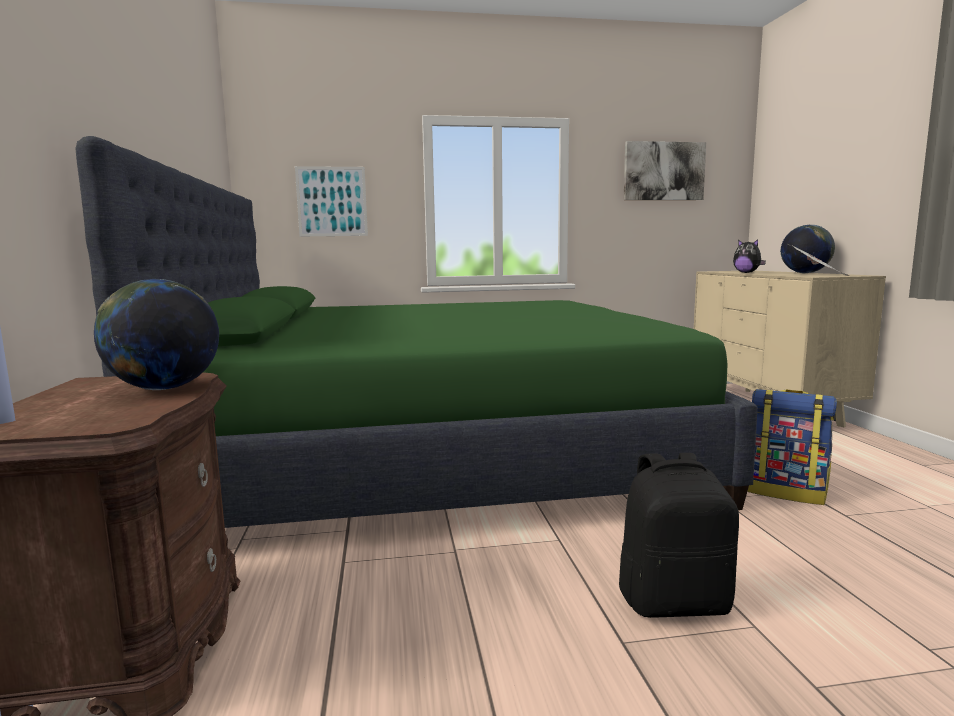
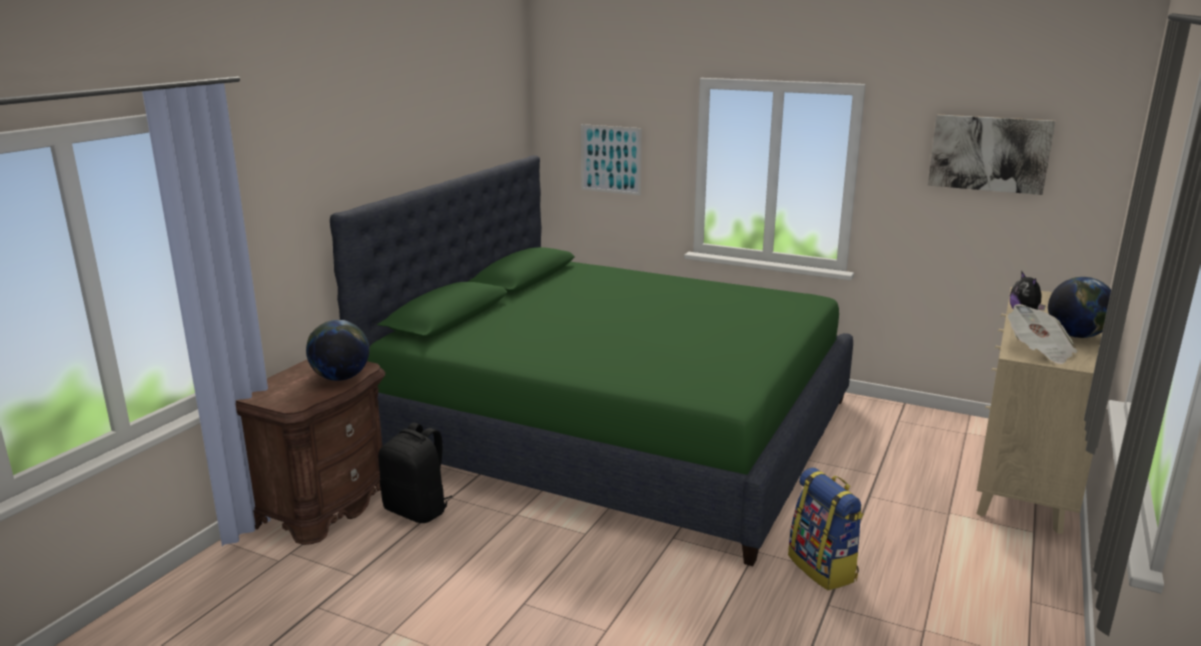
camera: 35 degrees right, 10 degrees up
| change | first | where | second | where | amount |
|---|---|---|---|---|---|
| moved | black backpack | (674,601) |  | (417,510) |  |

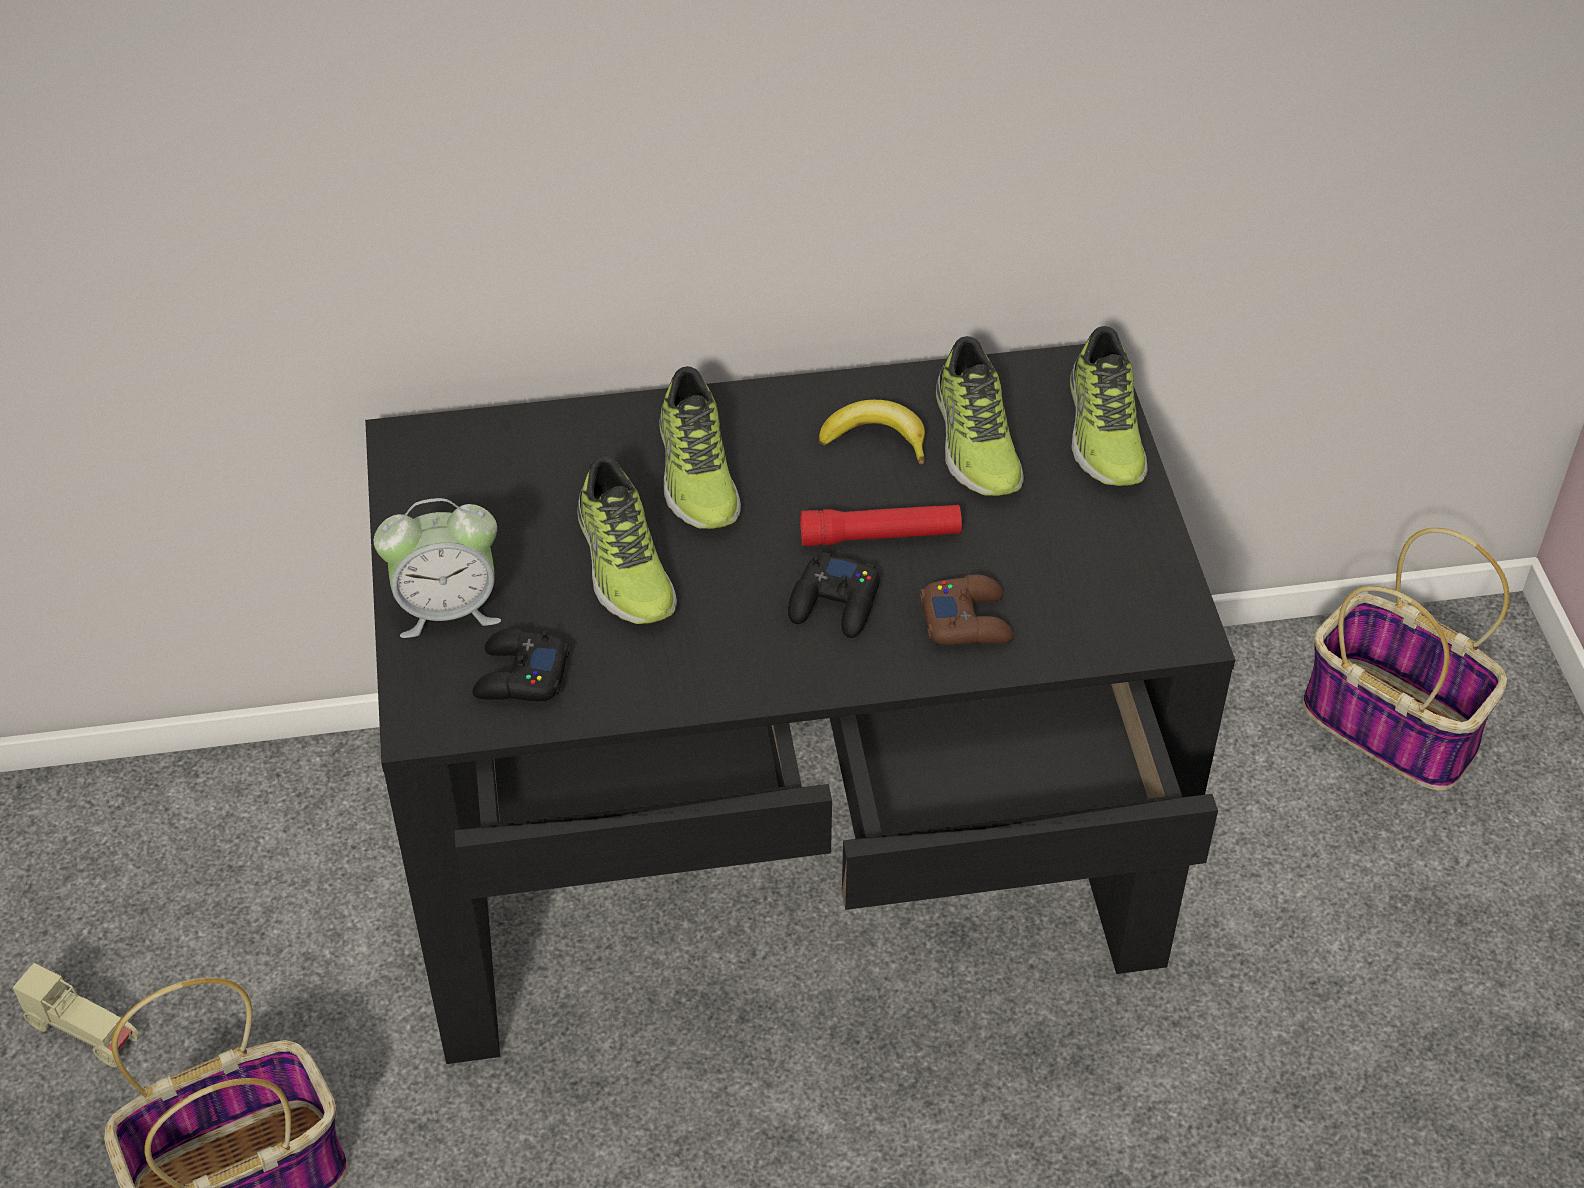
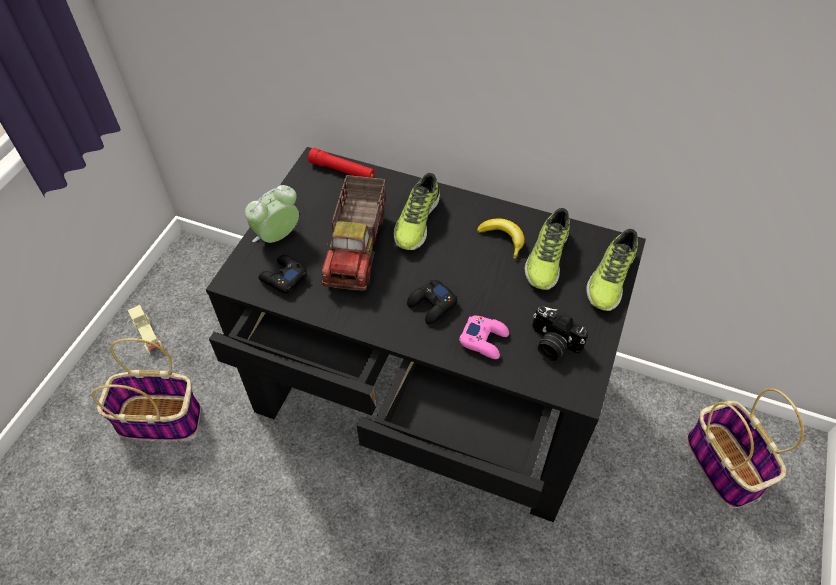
camera: 30 degrees right, 5 degrees up
| change | first | where | second | where | amount |
|---|---|---|---|---|---|
| turned | alarm clock | (448,609) |  | (278,236) | 120 degrees clockwise |
| moved | red flashlight | (881,536) |  | (342,170) |  |
| replaced | shoe | (622,564) | toy truck | (358,248) |  |
| recoloured | brown game controller | (967,620) | pink game controller | (484,340) |  |
| added |  |  | photo camera | (552,344) |  |

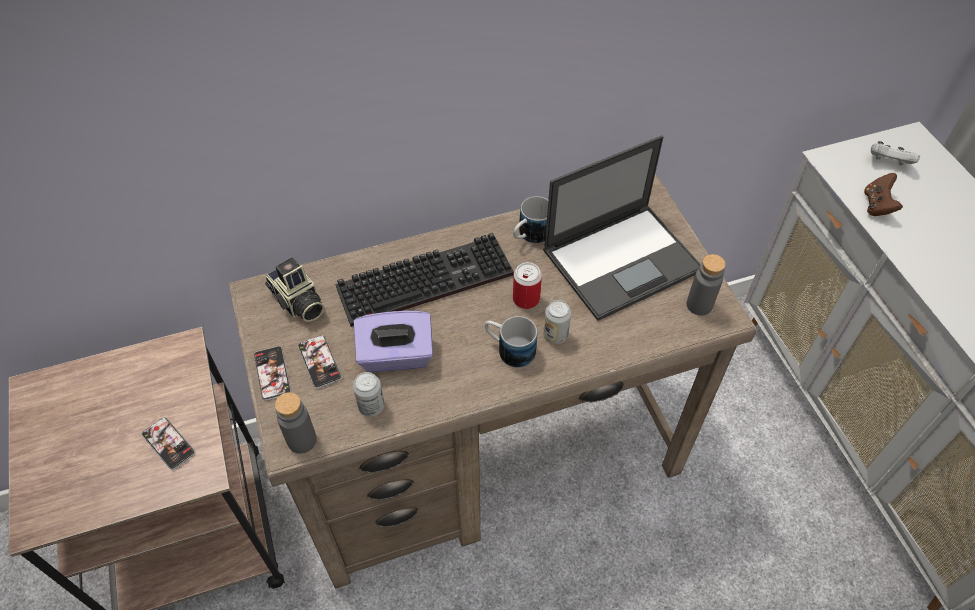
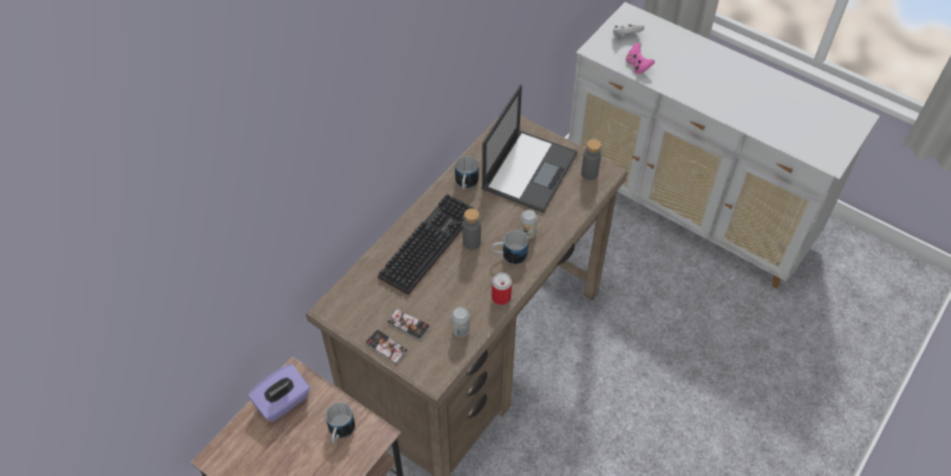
camera: 35 degrees left, 0 degrees up
| change | first | where | second | where | amount |
|---|---|---|---|---|---|
| moved | purple tissue box | (396,356) |  | (283,402) |  |
| replaced | phone | (168,443) | mug | (340,432) |  |
| moved | grey bottle | (302,440) |  | (471,242) |  |
| moved | can | (526,299) |  | (501,297) |  |
| recoloured | brown game controller | (877,205) | pink game controller | (637,66) |  |
| removed | photo camera | (298,303) |  |  |  |

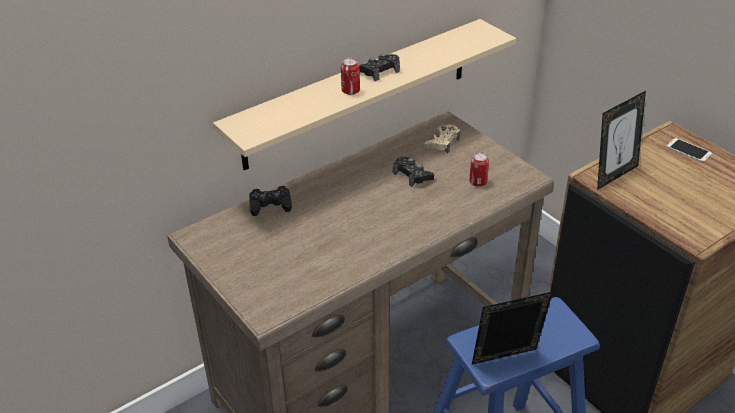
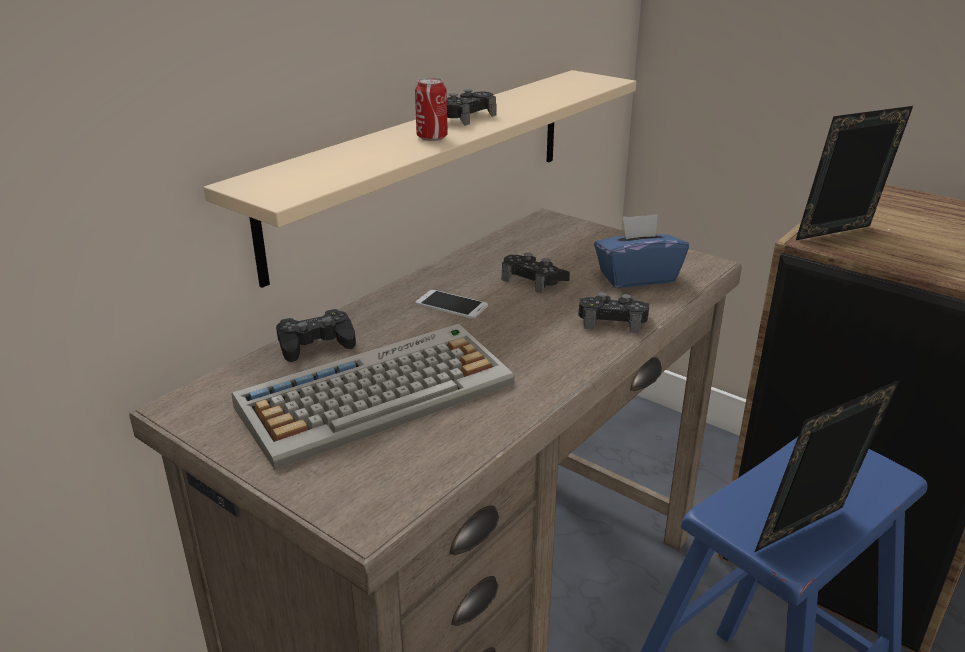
camera: 15 degrees left, 10 degrees down
| change | first | where | second | where | amount |
|---|---|---|---|---|---|
| added |  |  | keyboard | (378,394) |  |
| moved | phone | (688,150) |  | (451,305) |  |
| added |  |  | black game controller | (612,320) |  |
| replaced | can | (478,182) | blue tissue box | (637,277) |  |
| turned | picture frame | (613,175) |  | (839,236) | 150 degrees counterclockwise |
| removed | beige game controller | (442,143) |  |  |  |

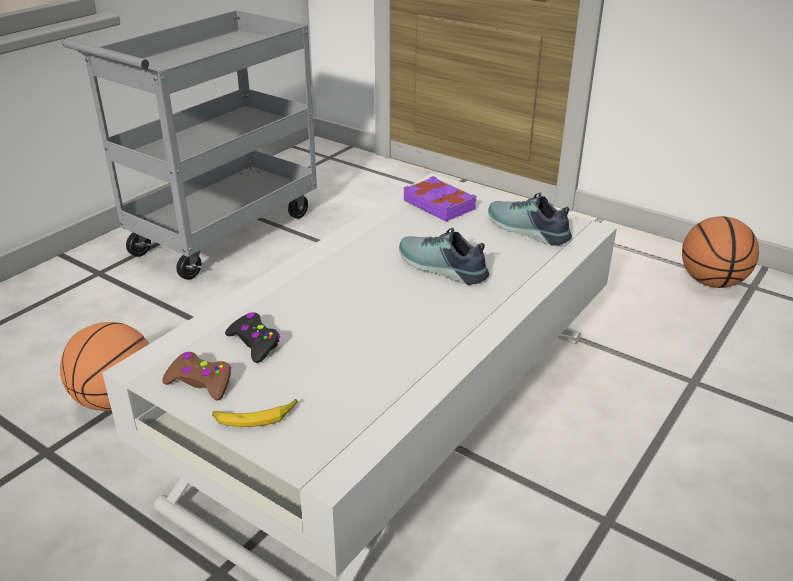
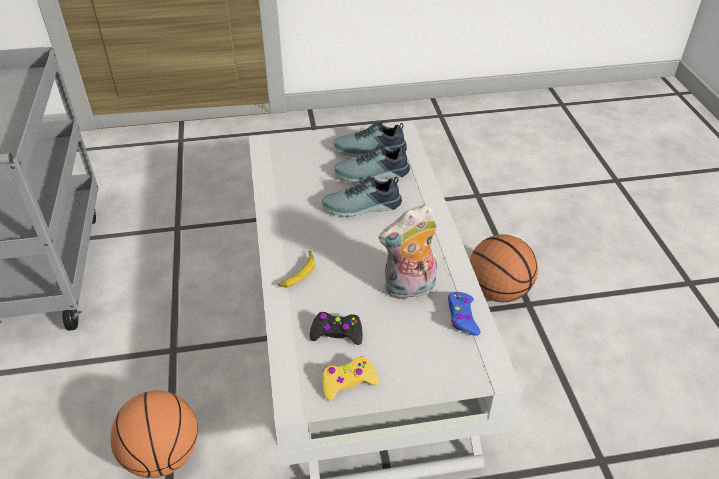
camera: 45 degrees left, 10 degrees up
| change | first | where | second | where | amount |
|---|---|---|---|---|---|
| moved | banana | (255,417) |  | (298,273) |  |
| recoloured | brown game controller | (200,382) | yellow game controller | (348,382) |  |
| added |  |  | shoe | (372,175) |  |
| added |  |  | plush toy | (409,289) |  |
| added |  |  | blue game controller | (462,317) |  |
| moved | basketball | (711,282) |  | (497,291) |  |
| removed | purple book | (439,204) |  |  |  |

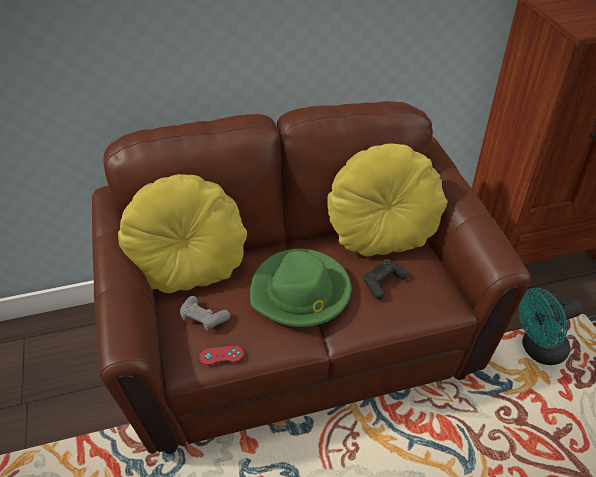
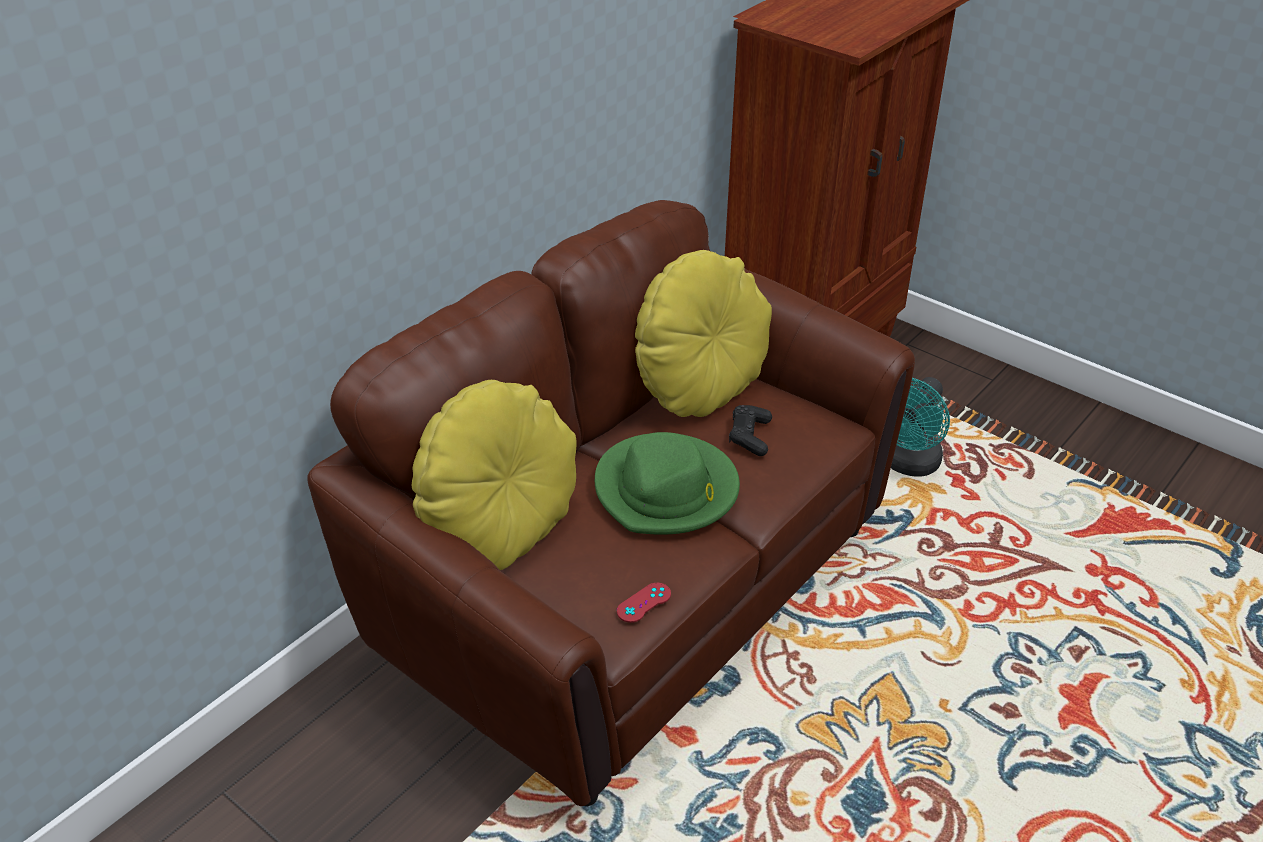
camera: 35 degrees left, 5 degrees down
| change | first | where | second | where | amount |
|---|---|---|---|---|---|
| removed | grey game controller | (203,318) |  |  |  |

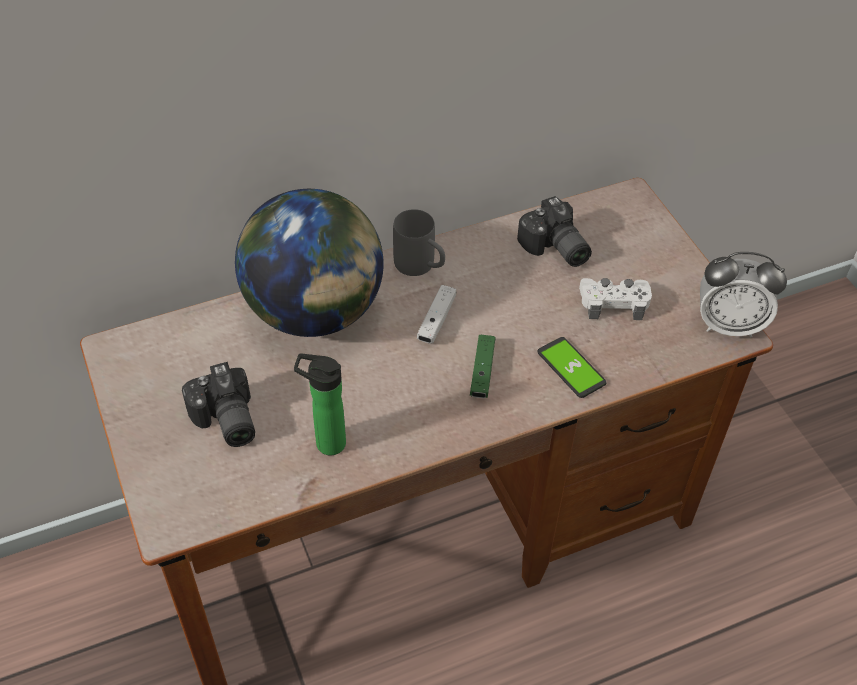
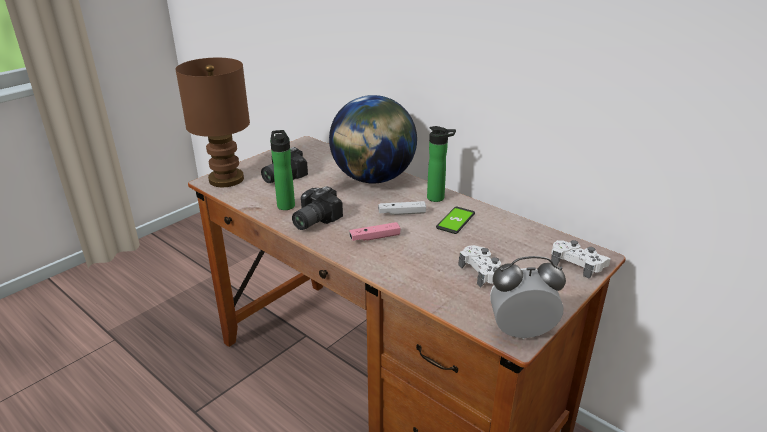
camera: 65 degrees right, 20 degrees down
| change | first | where | second | where | amount |
|---|---|---|---|---|---|
| added |  |  | brown table lamp | (226,179) |  |
| moved | photo camera | (554,249) |  | (312,220) |  |
| recoloured | green game controller | (482,372) | pink game controller | (375,237) |  |
| replaced | grey mug | (421,267) | bottle | (438,198) |  |
| moved | phone | (571,368) |  | (455,221) |  |
| turned | alarm clock | (728,325) |  | (521,332) | 105 degrees clockwise |
| added |  |  | white game controller | (577,263) |  |

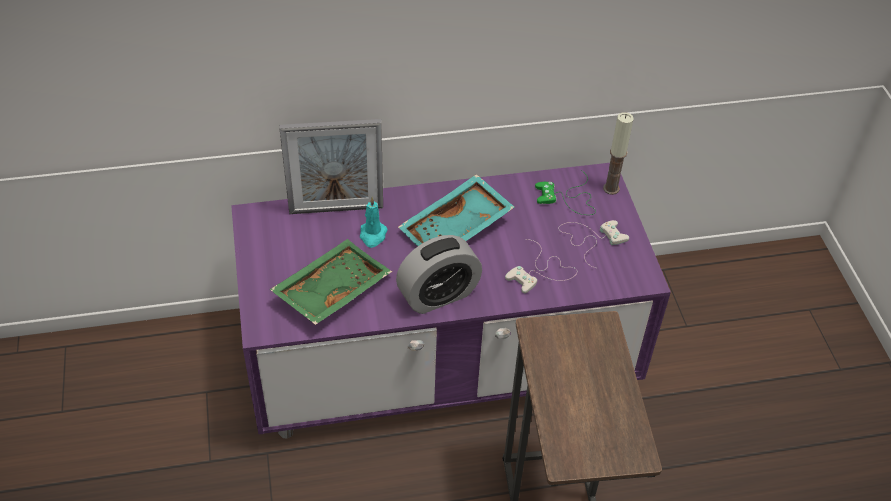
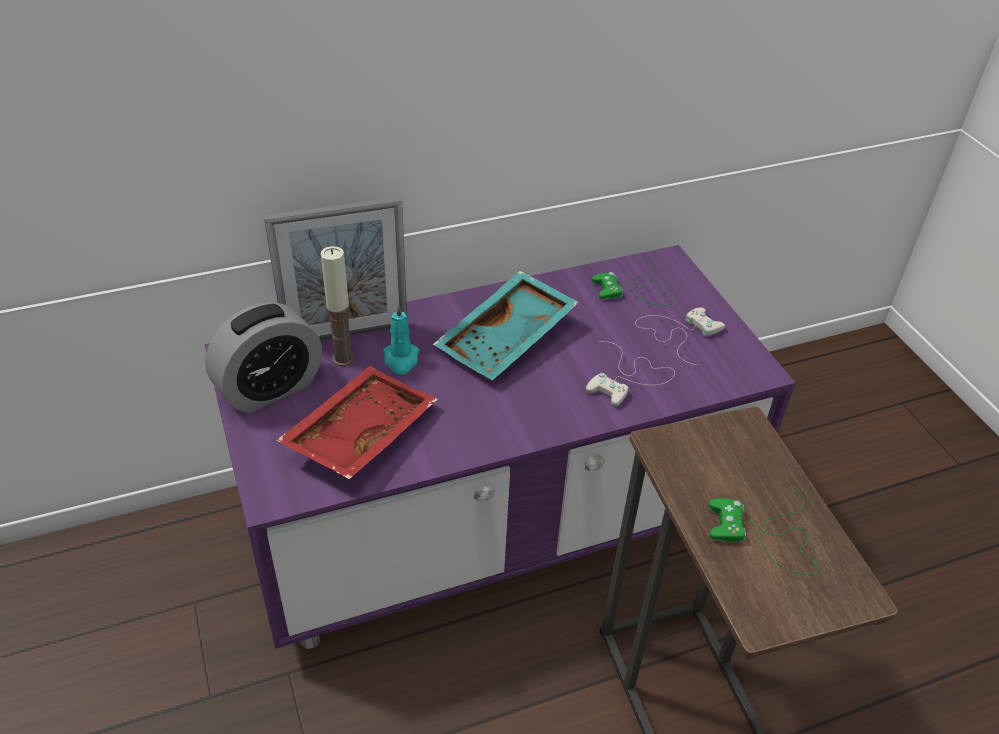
camera: 10 degrees left, 5 degrees down
| change | first | where | second | where | amount |
|---|---|---|---|---|---|
| moved | alarm clock | (438,295) |  | (270,388) |  |
| recoloured | green tray | (331,289) | red tray | (359,433) |  |
| moved | candle | (611,188) |  | (343,358) |  |
| added |  |  | green game controller | (767,535) |  |

